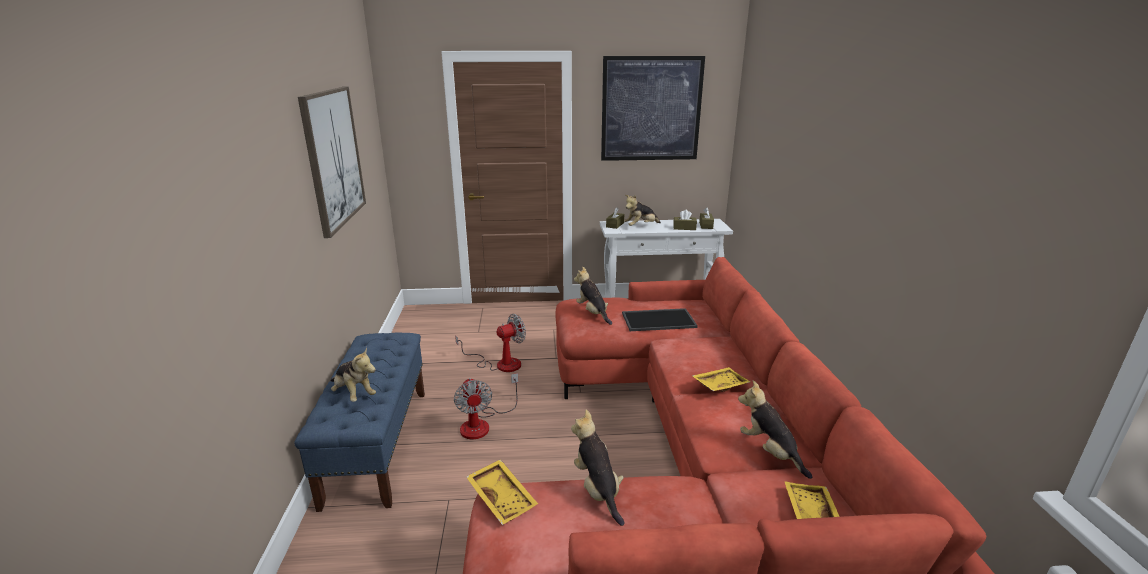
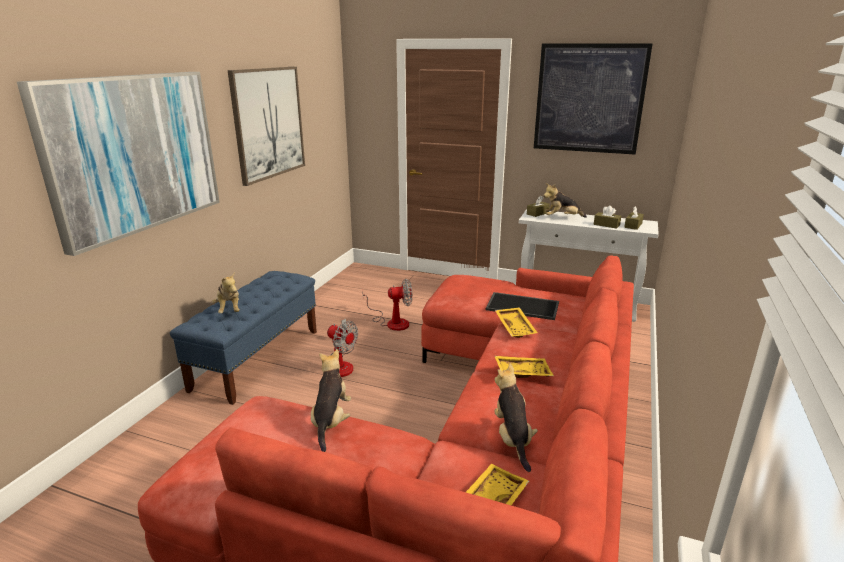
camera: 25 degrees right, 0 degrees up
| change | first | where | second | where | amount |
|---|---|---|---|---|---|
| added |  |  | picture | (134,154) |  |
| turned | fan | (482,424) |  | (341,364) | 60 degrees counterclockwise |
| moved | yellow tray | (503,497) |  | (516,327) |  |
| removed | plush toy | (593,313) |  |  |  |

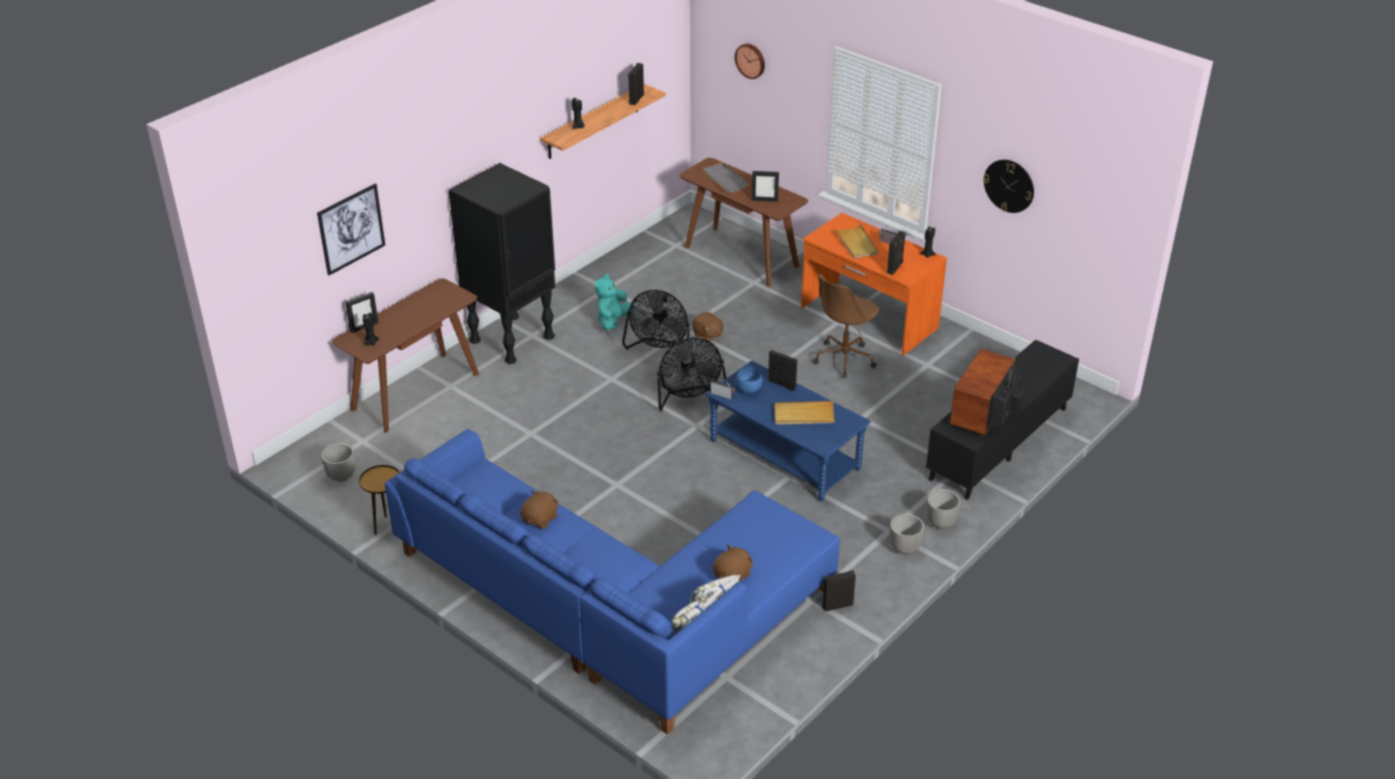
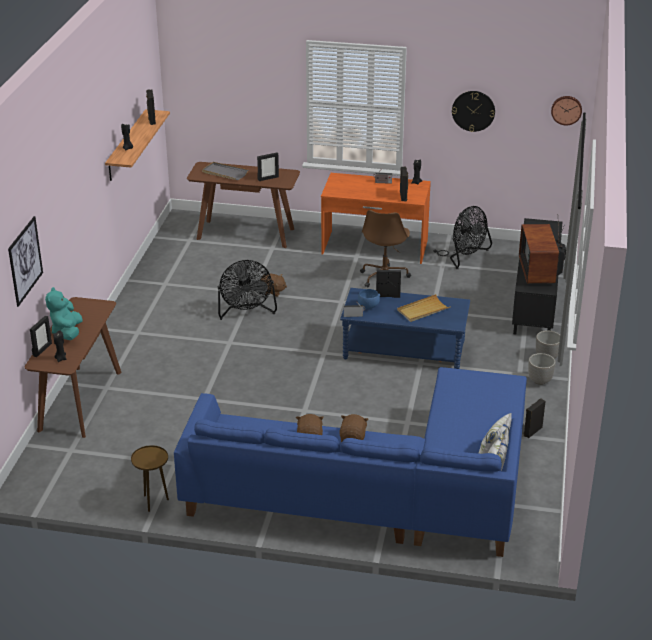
camera: 30 degrees left, 5 degrees down
| change | first | where | second | where | amount |
|---|---|---|---|---|---|
| moved | turquoise plush toy | (613,321) |  | (67,332) |  |
| moved | brown plush toy | (733,575) |  | (353,438) |  |
| moved | black fan | (686,397) |  | (463,256) |  |
| moved | wall clock | (751,60) |  | (566,109) |  |
| removed | planter | (341,476) |  |  |  |
| removed | black cabinet | (513,338) |  |  |  |
| removed | beige tray | (856,243) |  |  |  |

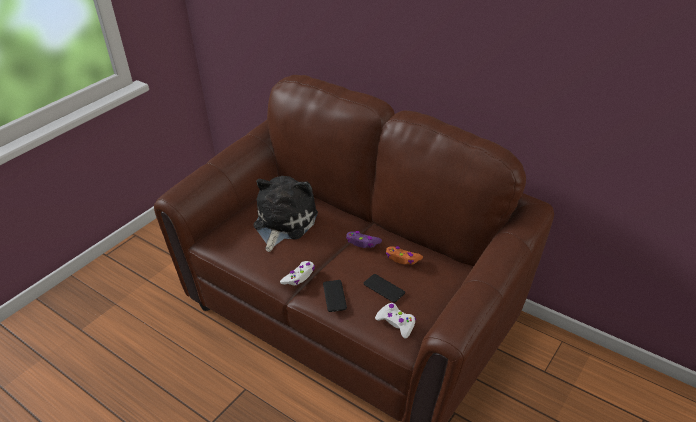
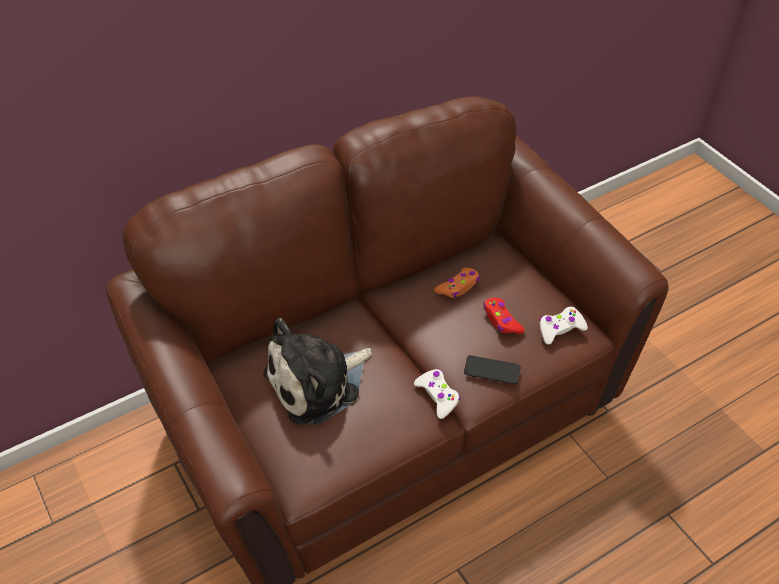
camera: 70 degrees left, 10 degrees up
| change | first | where | second | where | amount |
|---|---|---|---|---|---|
| turned | plush toy | (283,223) |  | (318,383) | 75 degrees counterclockwise |
| replaced | phone | (384,288) | red game controller | (501,320) |  |
| removed | purple game controller | (362,242) |  |  |  |

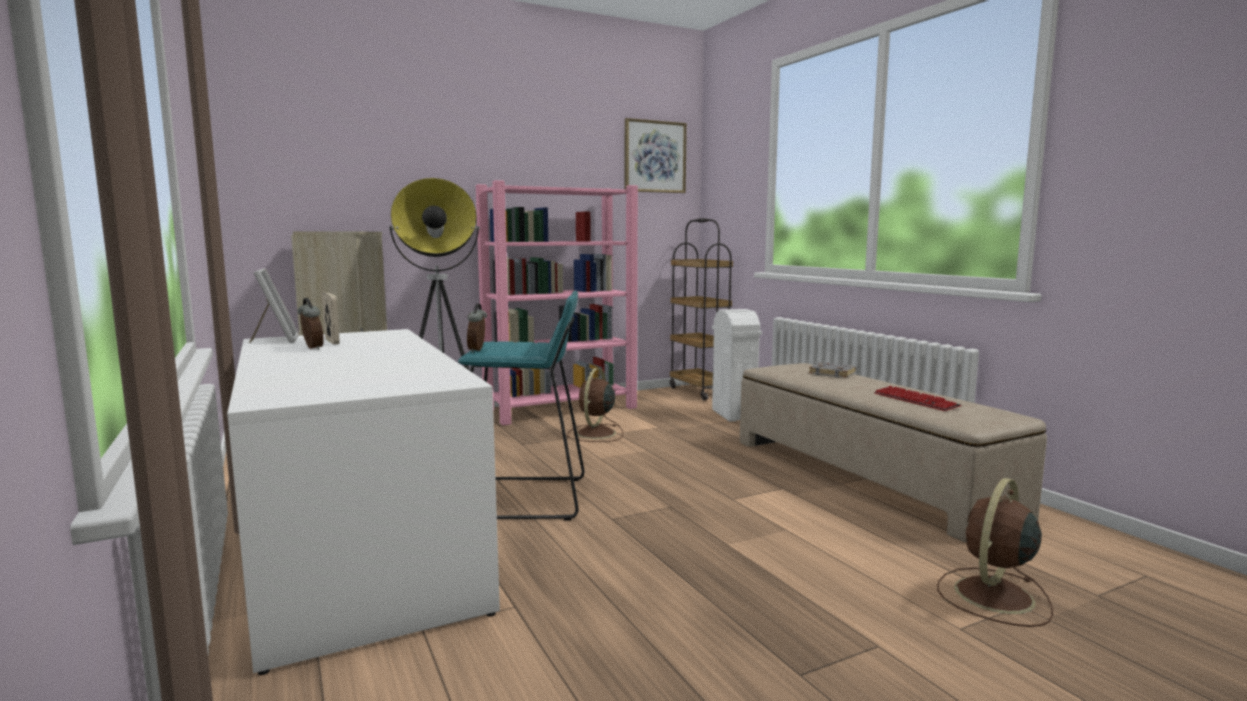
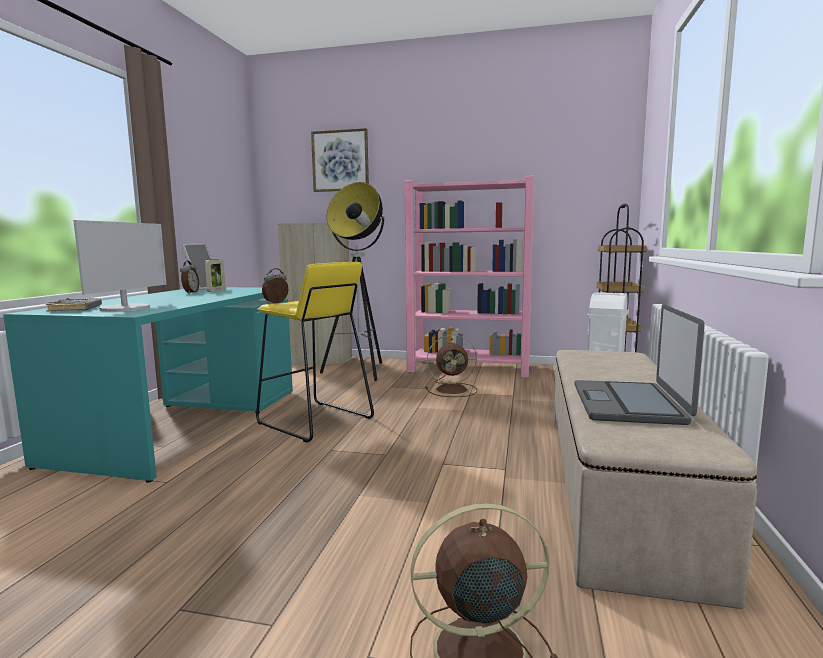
camera: 40 degrees right, 0 degrees up
| change | first | where | second | where | amount |
|---|---|---|---|---|---|
| recoloured | white desk | (357,548) | turquoise desk | (185,423) |  |
| moved | grey book | (833,373) |  | (76,309) |  |
| added |  |  | monitor | (125,308) |  |
| recoloured | turquoise stool | (525,498) | yellow stool | (314,421) |  |
| moved | picture | (654,157) |  | (340,161) |  |
| turned | brown fan | (595,434) |  | (453,390) | 150 degrees counterclockwise |
| replaced | keyboard | (915,400) | laptop | (629,404) |  |

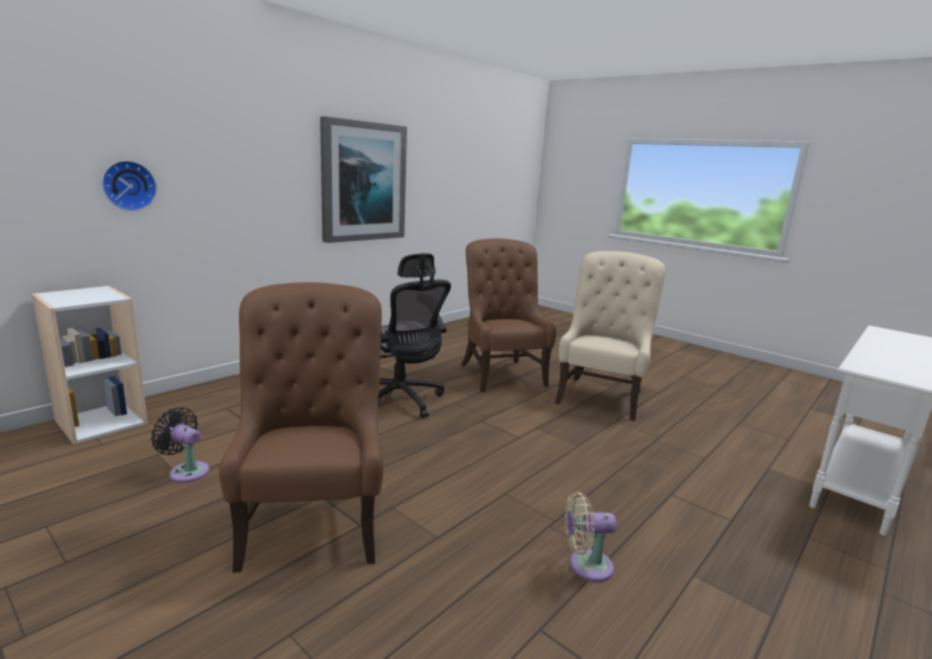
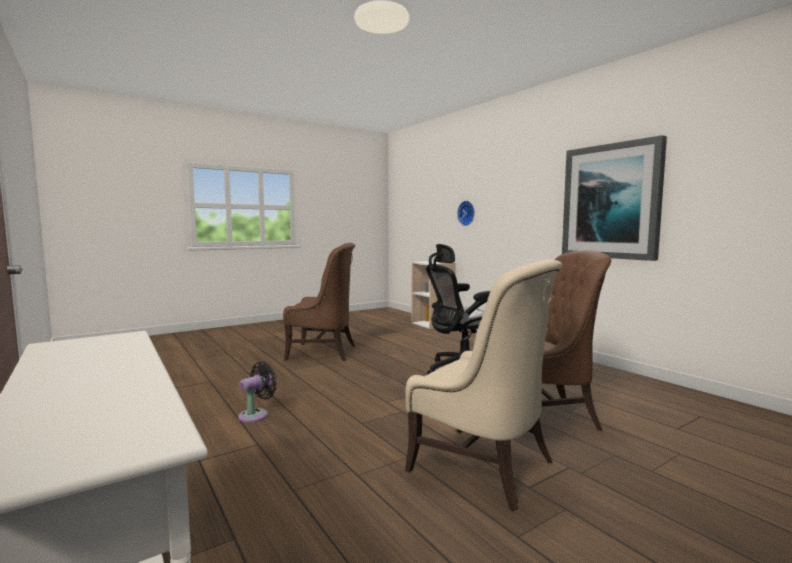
camera: 105 degrees right, 10 degrees down
| change | first | where | second | where | amount |
|---|---|---|---|---|---|
| moved | black fan | (186,471) |  | (256,415) |  |
| removed | beige fan | (586,566) |  |  |  |

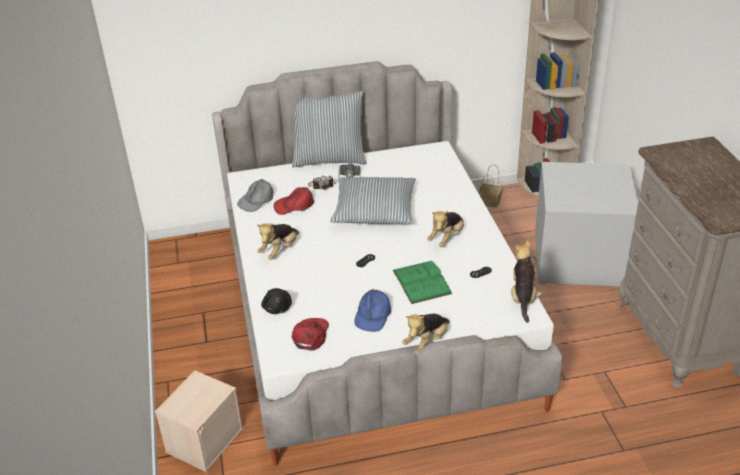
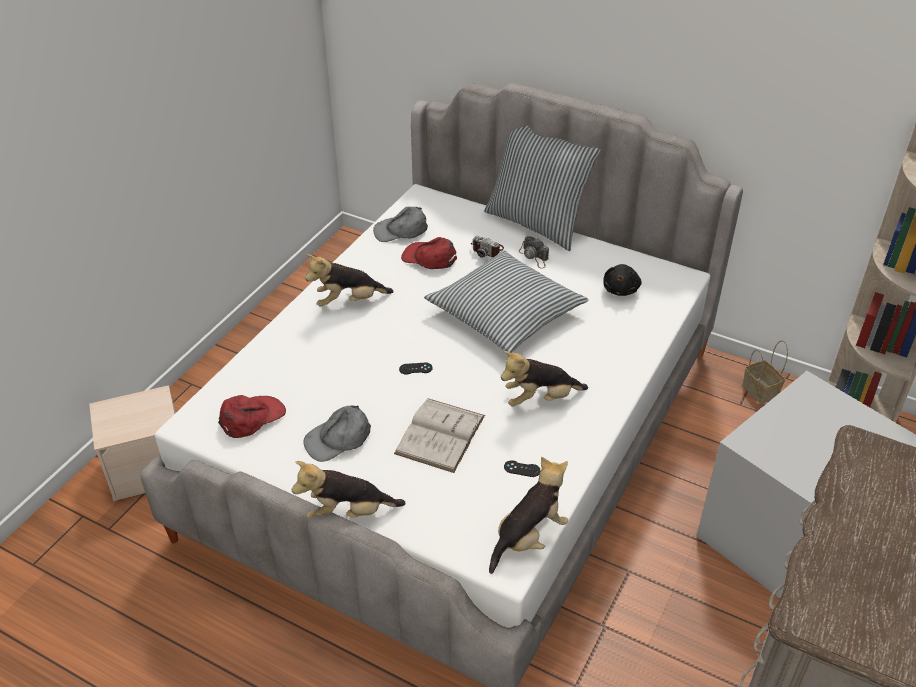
camera: 40 degrees right, 5 degrees up
| change | first | where | second | where | amount |
|---|---|---|---|---|---|
| recoloured | blue cap | (373,315) | grey cap | (338,438) |  |
| recoloured | green book | (421,282) | white book | (440,434) |  |
| moved | black plush toy | (277,307) |  | (621,289) |  |

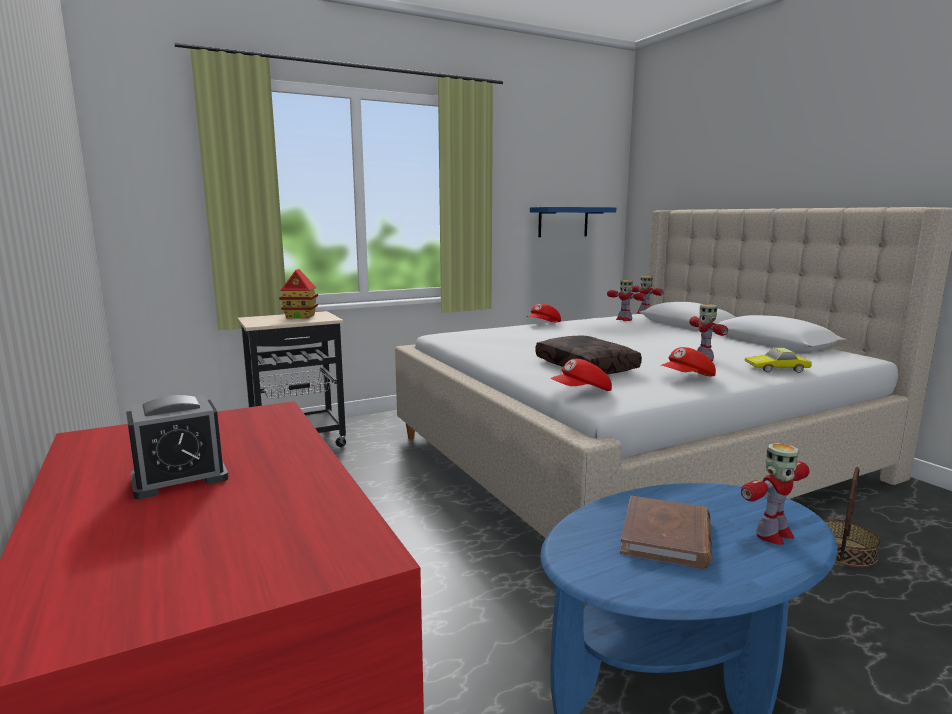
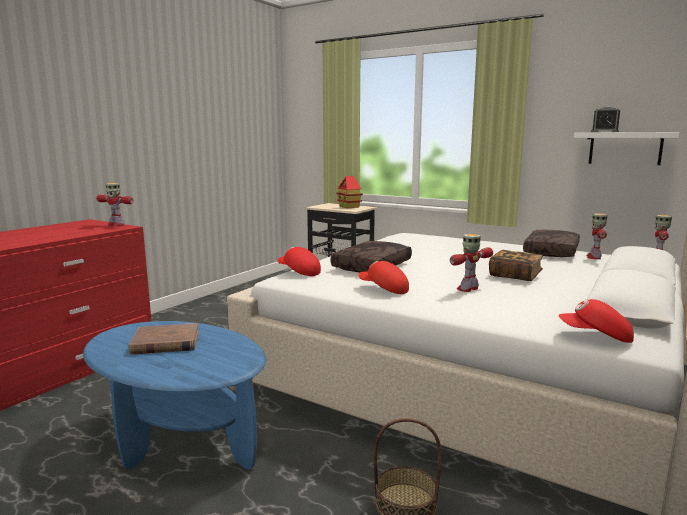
camera: 60 degrees right, 0 degrees up
| change | first | where | second | where | amount |
|---|---|---|---|---|---|
| moved | toy robot | (773,535) |  | (116,225) |  |
| added |  |  | book | (515,276) |  |
| added |  |  | brown pillow | (552,252) |  |
| moved | red cap | (543,324) |  | (596,337) |  |
| recoloured | blue shelf | (563,222) | white shelf | (625,148) |  |
| moved | alarm clock | (180,478) |  | (605,132) |  |
| removed | toy car | (777,369) |  |  |  |

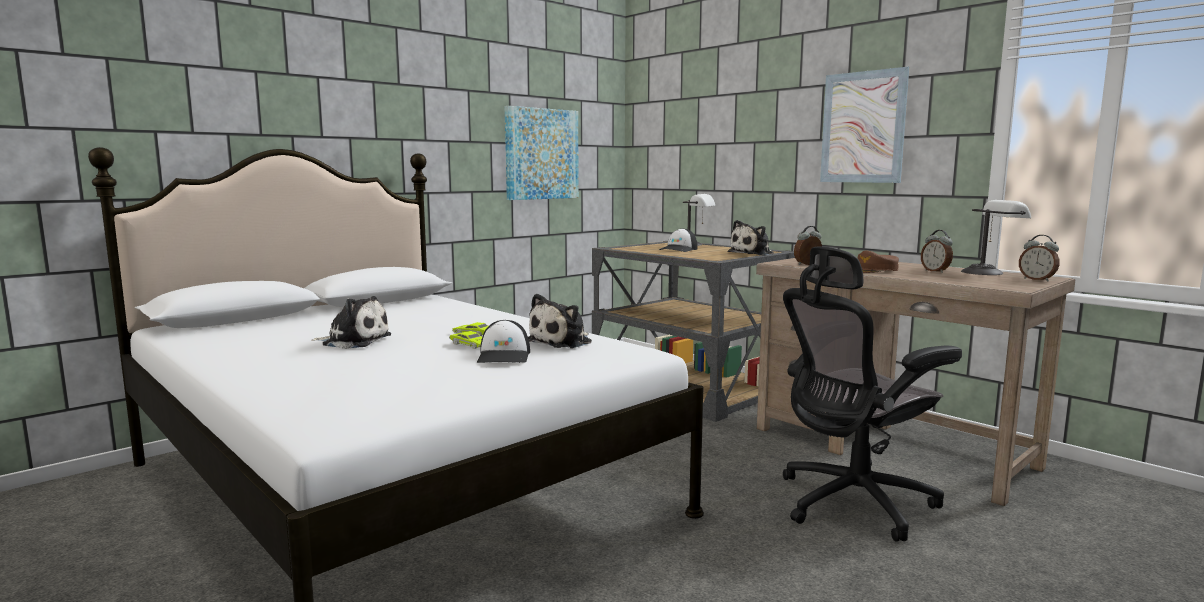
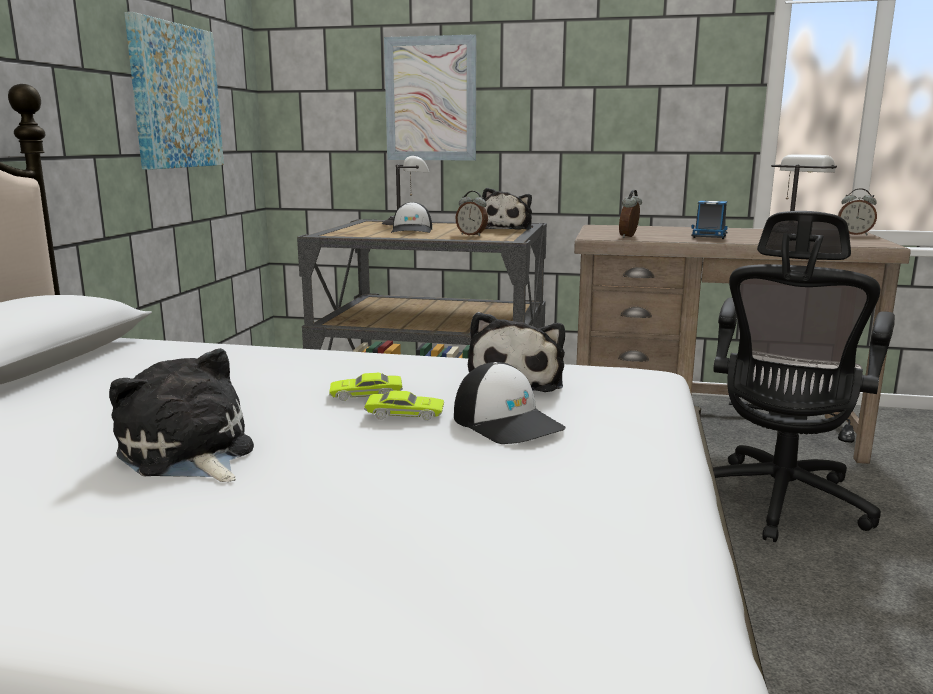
camera: 35 degrees left, 5 degrees up
| change | first | where | second | where | amount |
|---|---|---|---|---|---|
| turned | plush toy | (354,341) |  | (188,454) | 105 degrees counterclockwise |
| moved | picture | (863,127) |  | (430,99) |  |
| moved | alarm clock | (935,271) |  | (472,235) |  |
| replaced | brown cap | (874,270) | toy truck | (709,237) |  |

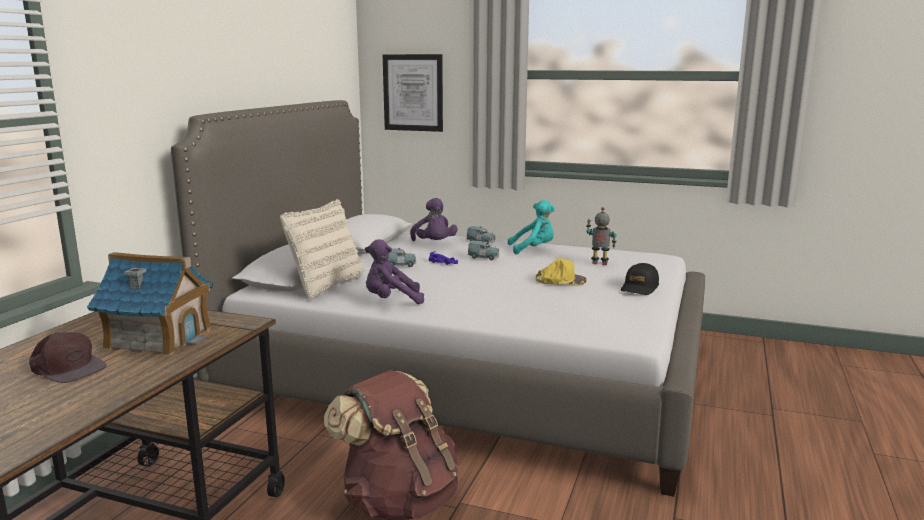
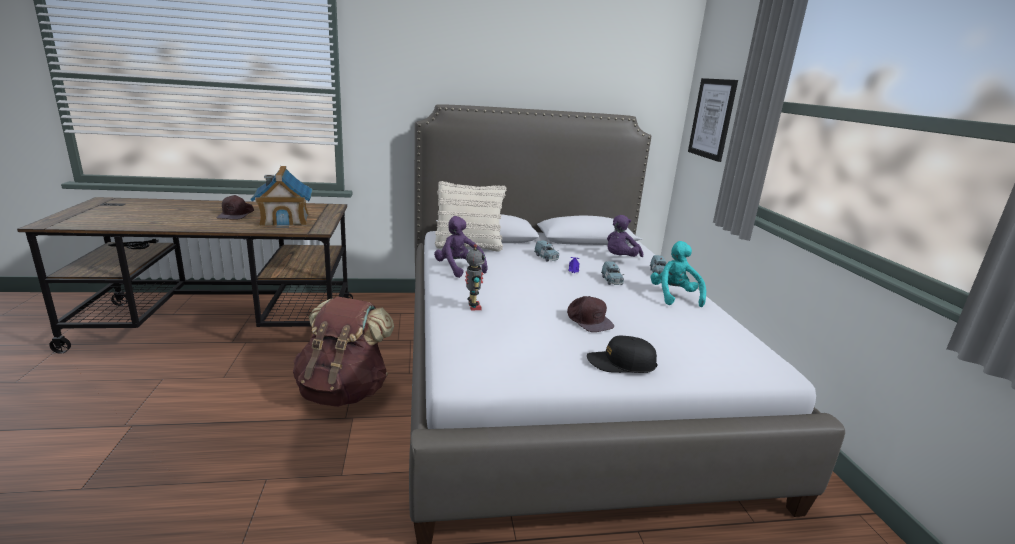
camera: 60 degrees right, 5 degrees up
| change | first | where | second | where | amount |
|---|---|---|---|---|---|
| moved | toy robot | (599,263) |  | (473,306) |  |
| recoloured | yellow cap | (561,280) | brown cap | (589,320) |  |
| turned | turquoise plush toy | (533,249) |  | (674,296) | 150 degrees counterclockwise |

